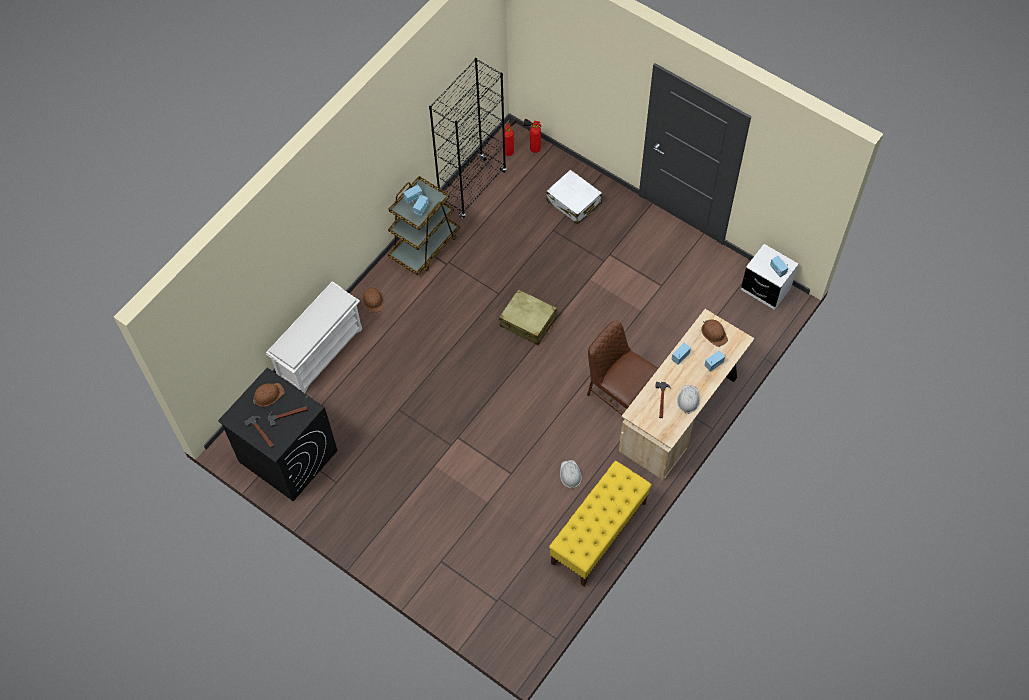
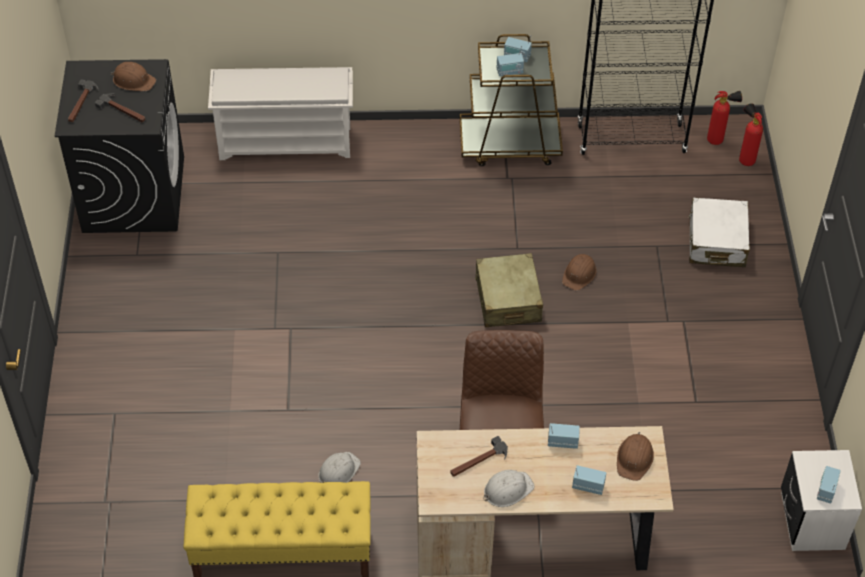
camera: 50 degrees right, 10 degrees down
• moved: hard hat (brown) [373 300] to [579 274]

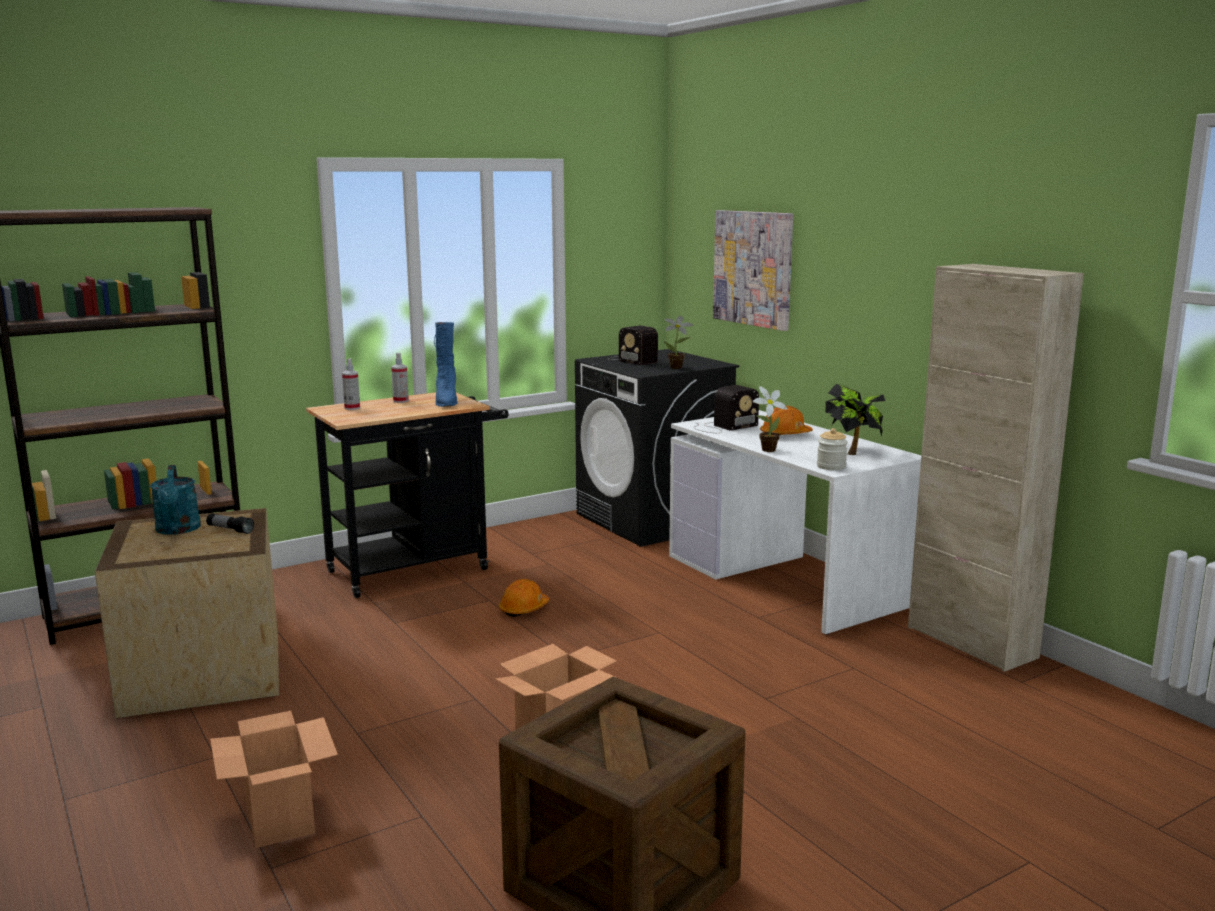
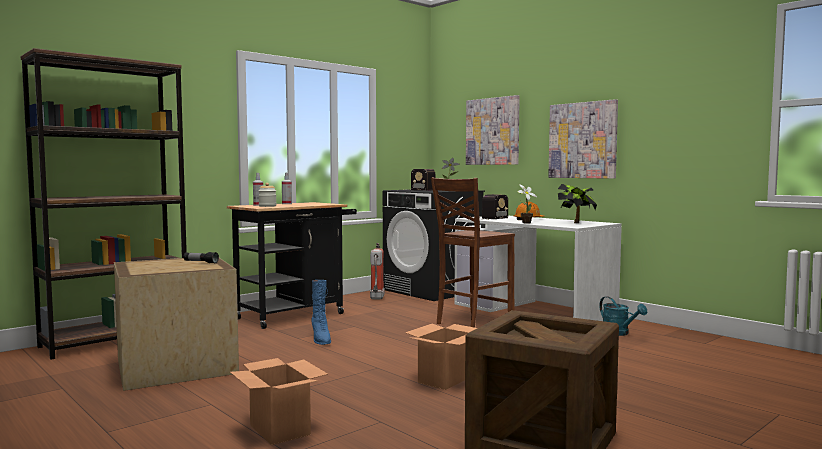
camera: 10 degrees left, 10 degrees down
• removed: cabinet (beige) [971 642]
• moved: boot (blue) [446 401] to [321 339]
• moved: jar [831 466] to [267 206]
• moved: watering can (turquoise) [178 530] to [619 333]
• removed: hard hat (orange) [523 609]
• added: picture [582 140]
• added: chair (brown) [472 322]
• added: fire extinguisher [376 298]

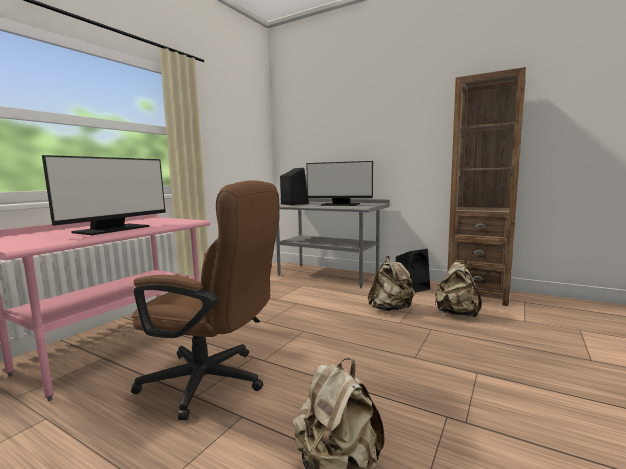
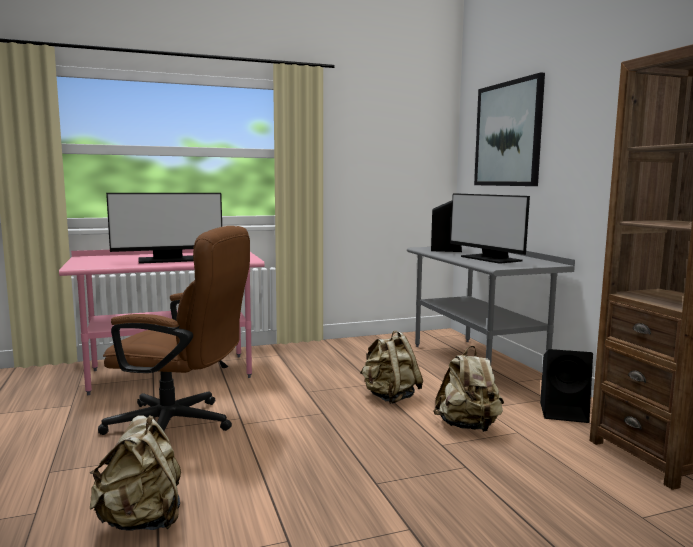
camera: 40 degrees right, 0 degrees up
• turned: office chair (brown) [214 382] = [181 425] 45 degrees counterclockwise
• moved: backpack (beige) [456 313] to [390 397]
• added: picture [508 134]

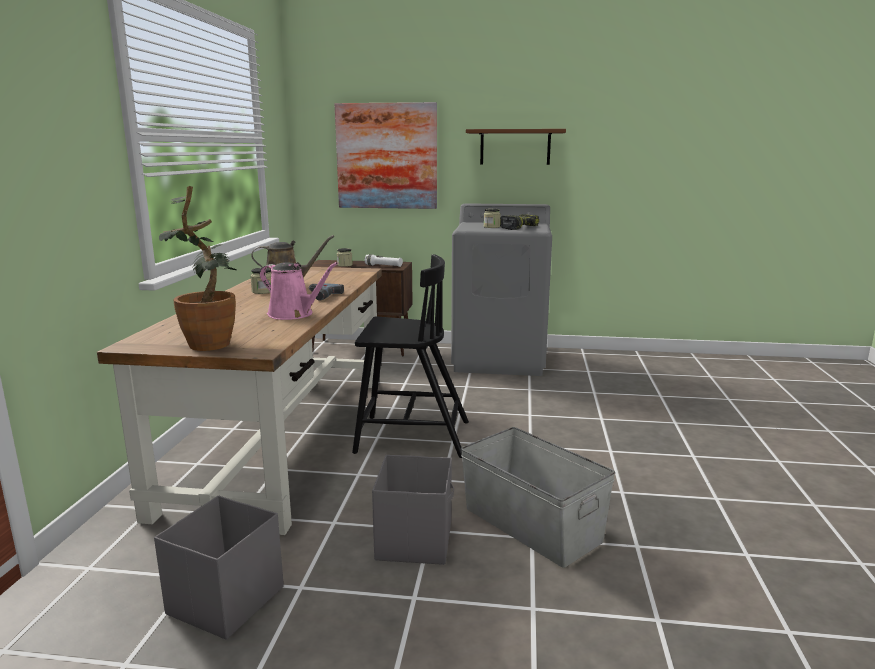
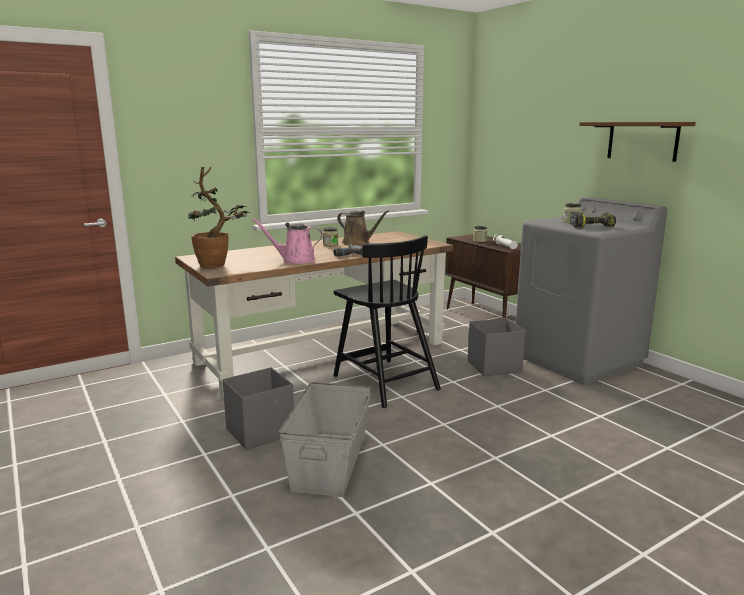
camera: 50 degrees right, 0 degrees up
• removed: picture [386 156]
• turned: watering can (pink) [294 314] = [295 260] 105 degrees clockwise
• moved: storage box (grey) [224 601] to [493 366]

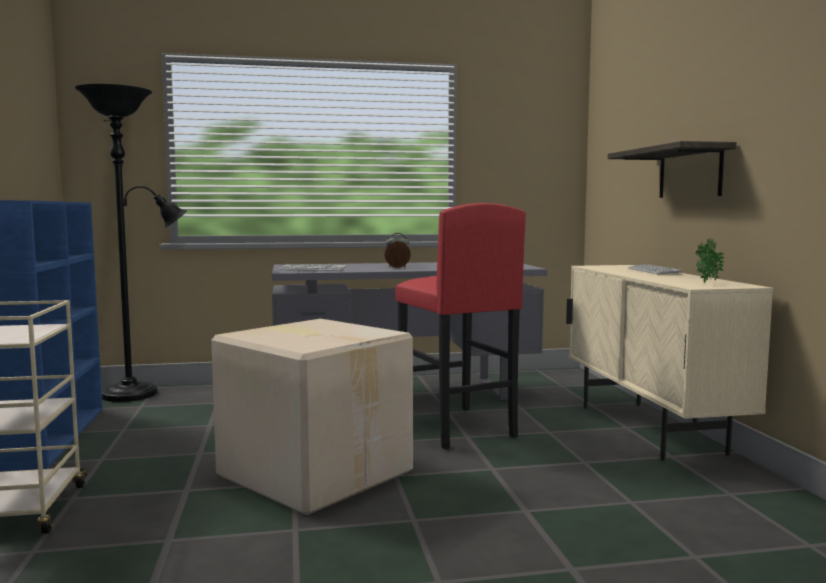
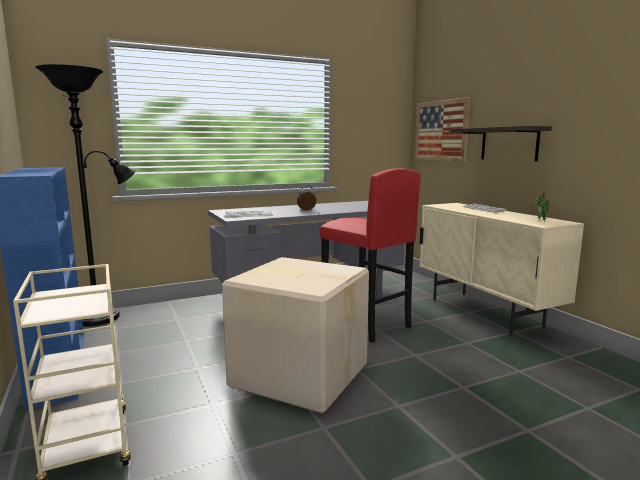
camera: 15 degrees left, 5 degrees up
• added: picture [441 131]

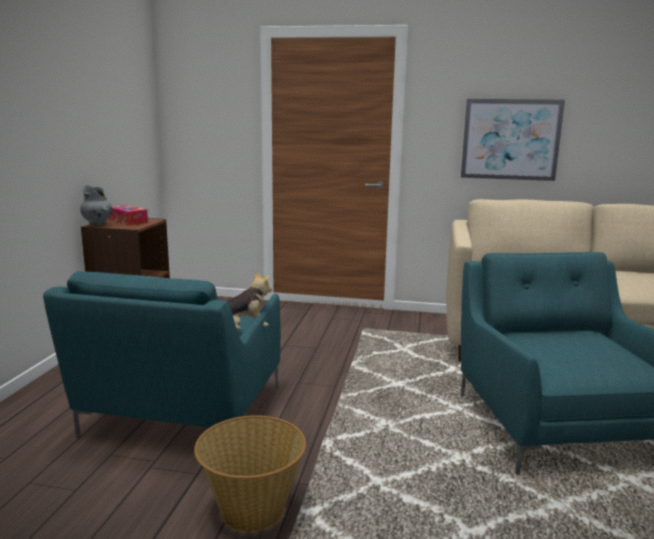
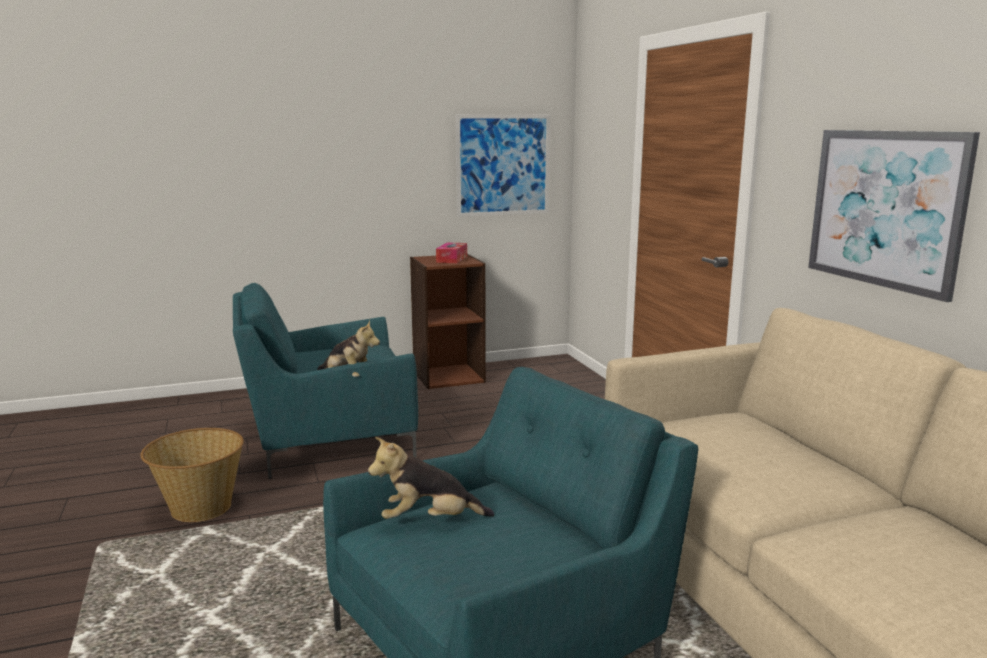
camera: 60 degrees right, 0 degrees up
• removed: vase (grey) [98 224]
• added: picture [503 165]
• added: plush toy [429 520]

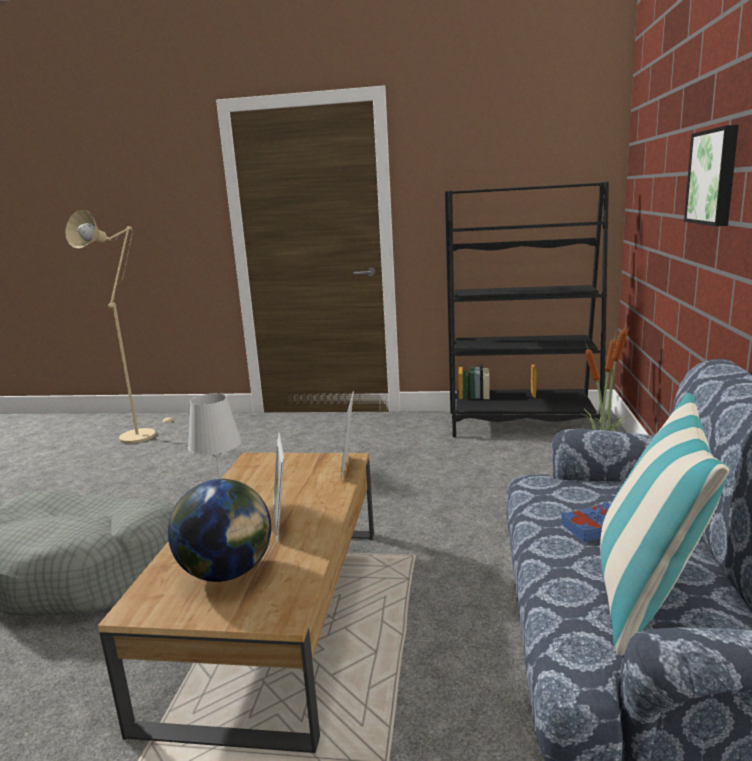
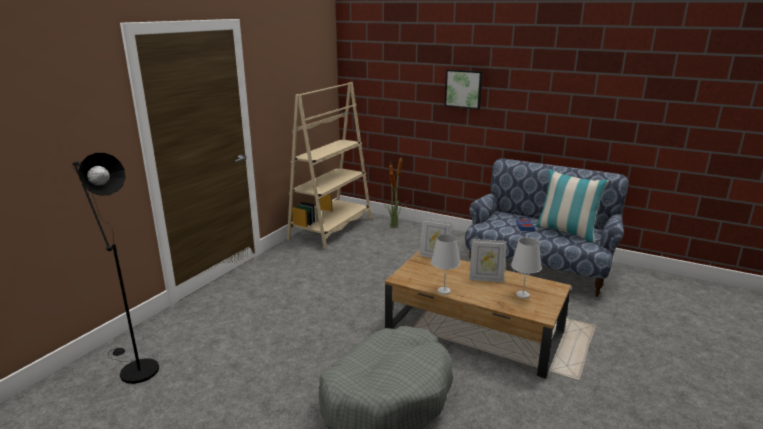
camera: 70 degrees left, 5 degrees up
• recoloured: bookcase (black) [522 424] to bookcase (beige) [331 229]
• recoloured: floor lamp (beige) [141 434] to floor lamp (black) [134 369]
• replaced: globe [227 572] to table lamp (white) [523 295]

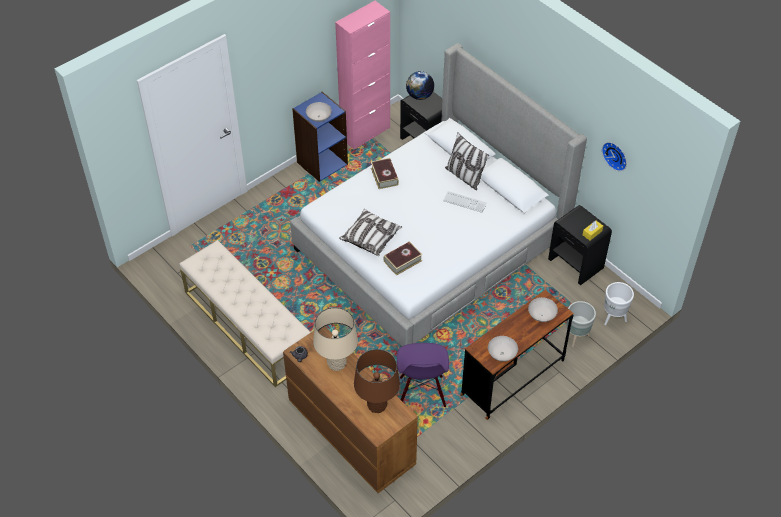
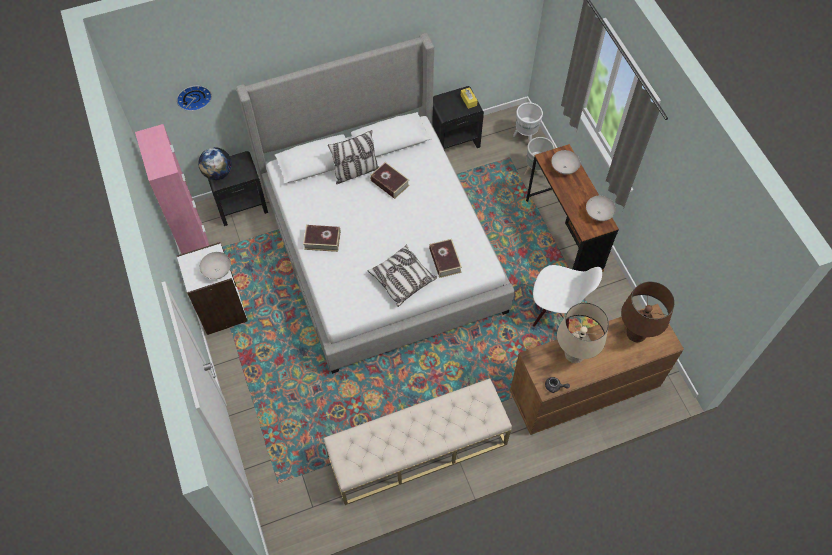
camera: 70 degrees left, 10 degrees up
• recoloured: bookcase (blue) [322 163] to bookcase (white) [221 310]
• moved: wall clock [616 155] to [193 96]
• replaced: keyboard [464 202] to book [390 183]
• recoloured: chair (purple) [421 392] to chair (white) [556 313]

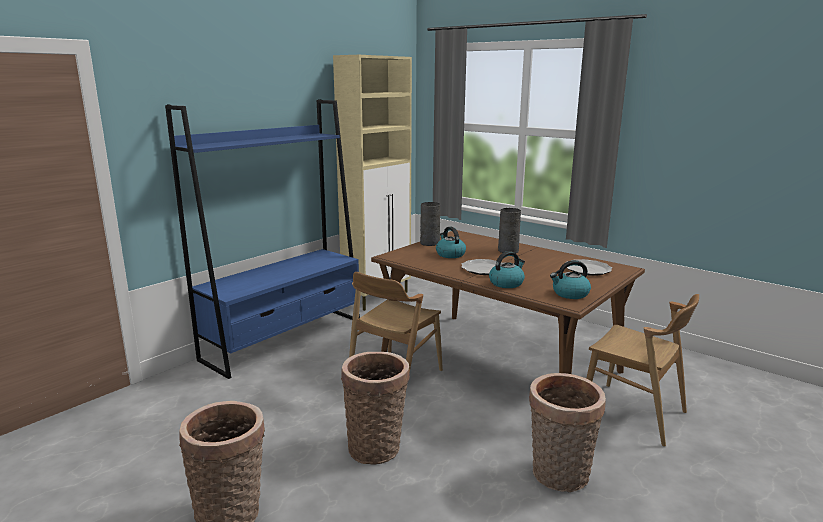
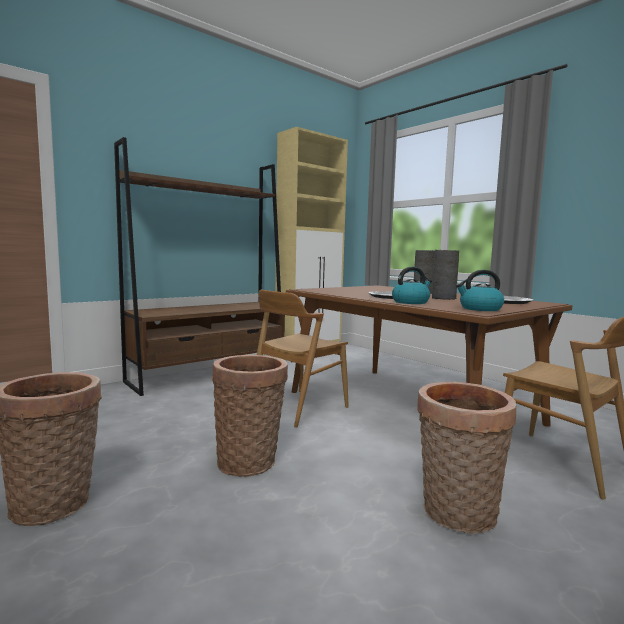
camera: 10 degrees right, 10 degrees down
• recoloured: bookcase (blue) [285 339] to bookcase (brown) [210 374]
• moved: vase (grey) [429 243] to [443 298]
• removed: kettle [450 254]

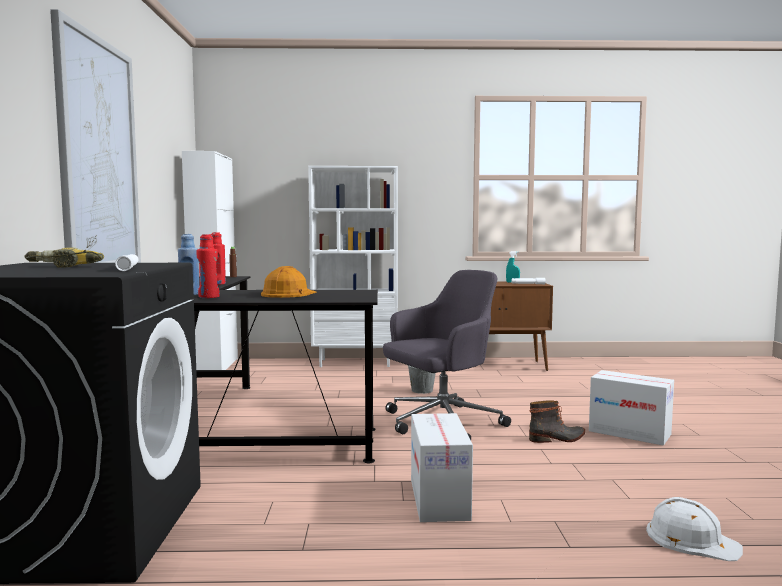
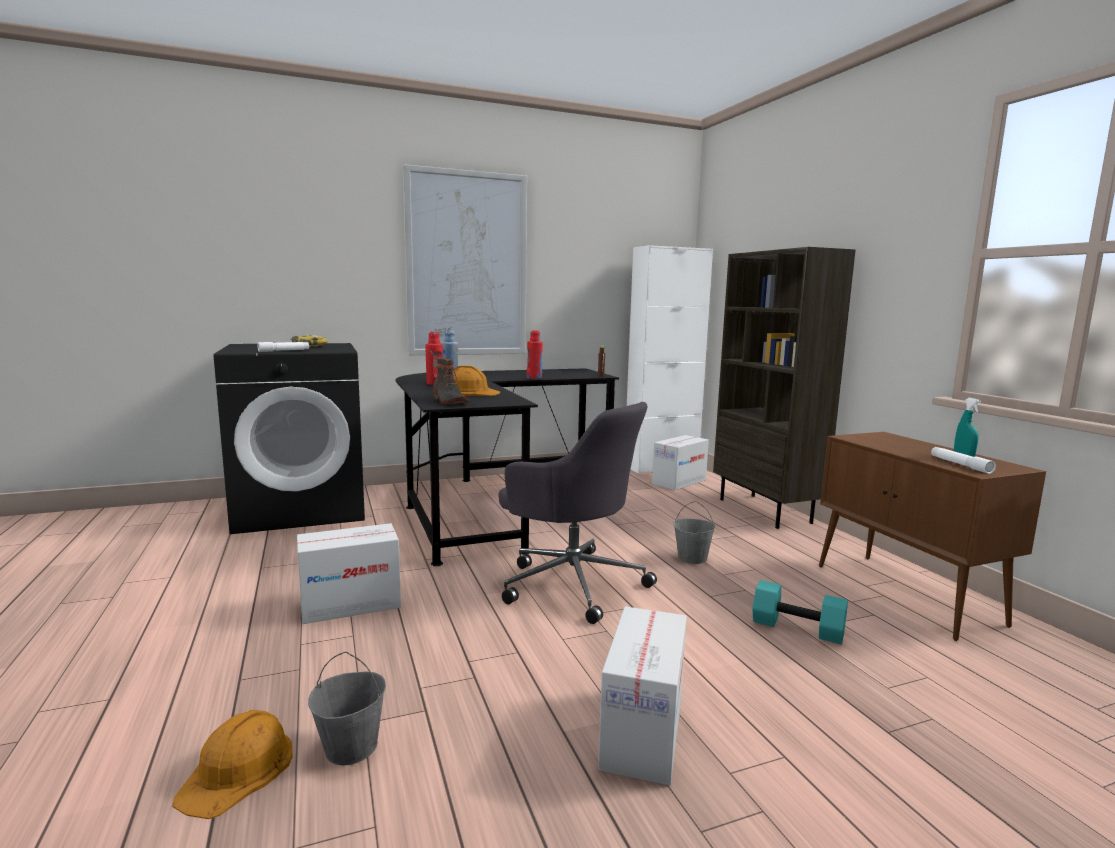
camera: 70 degrees right, 5 degrees up
• recoloured: bookcase (white) [355 363] to bookcase (brown) [766 511]
• moved: boot [557 439] to [448 401]
• recoloured: hard hat (white) [691 539] to hard hat (orange) [238 770]
• added: cardboard box [679 482]
• added: dumbbell (turquoise) [798 628]
• added: bucket (grey) [351 747]

